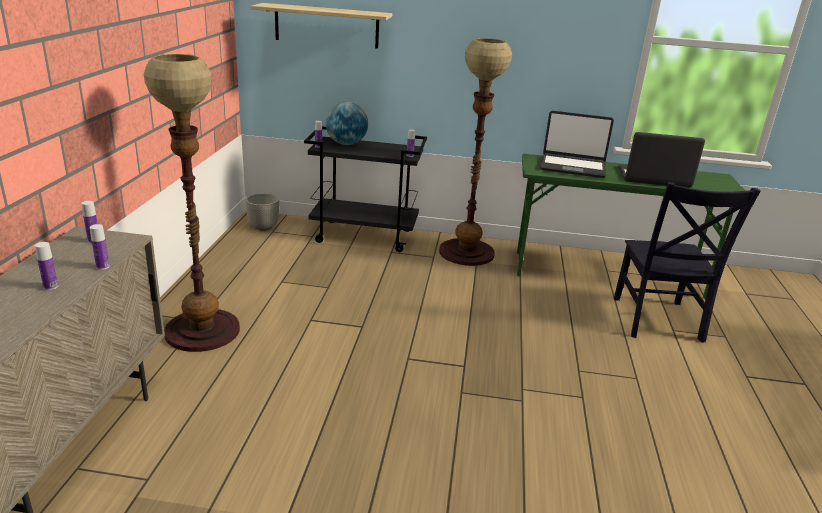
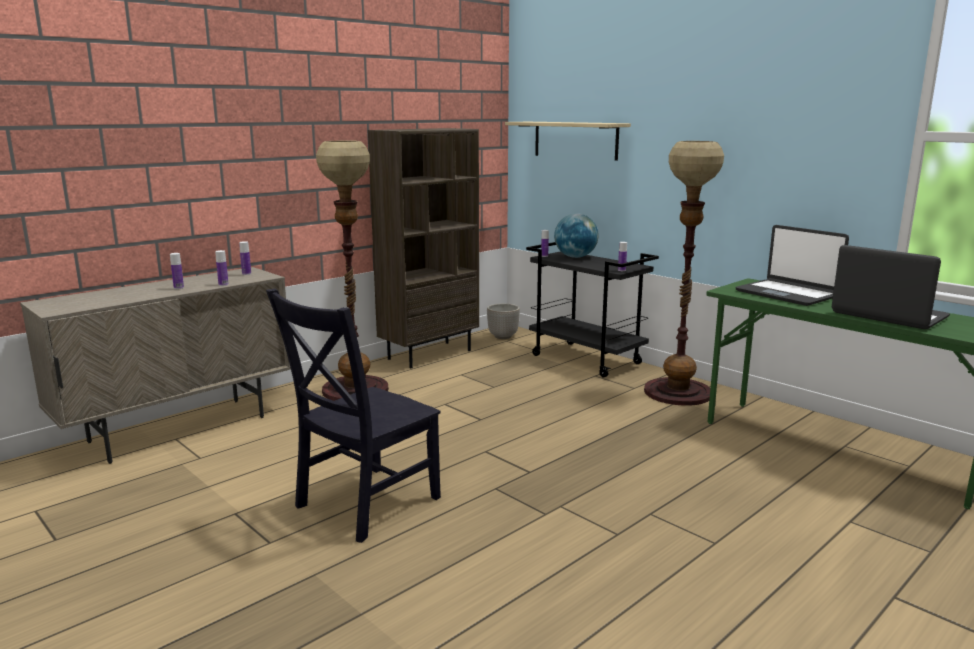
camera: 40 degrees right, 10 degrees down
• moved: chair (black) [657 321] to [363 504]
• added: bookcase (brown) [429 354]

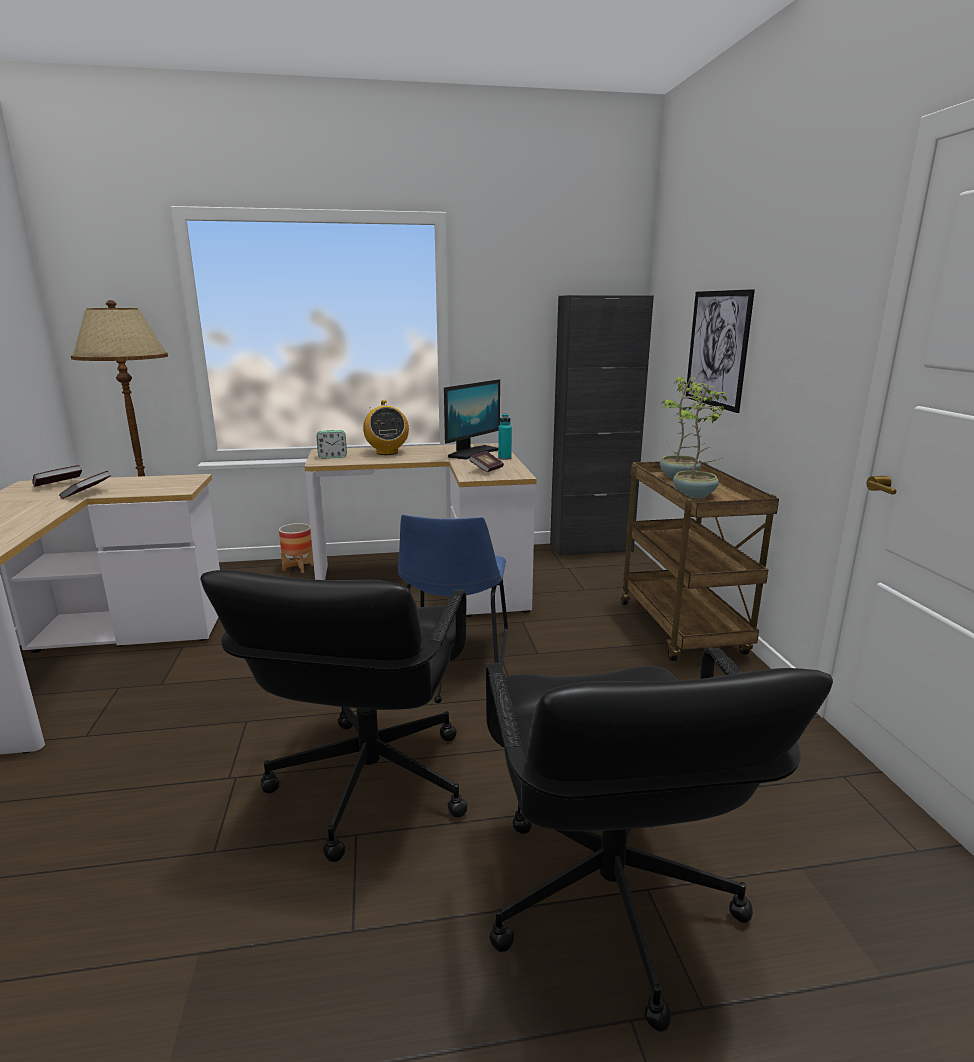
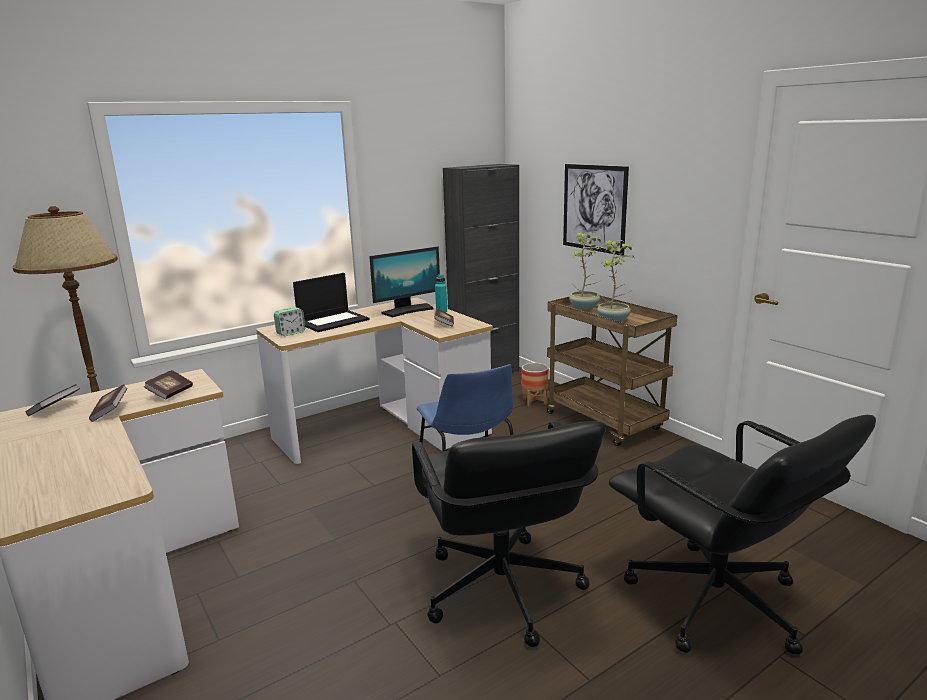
camera: 25 degrees left, 0 degrees up
• turned: monitor [472 453] = [407 310] 45 degrees clockwise
• replaced: radio [387 452] to laptop [333 321]
• moved: planter [298 567] to [534 401]
• added: book [170 393]

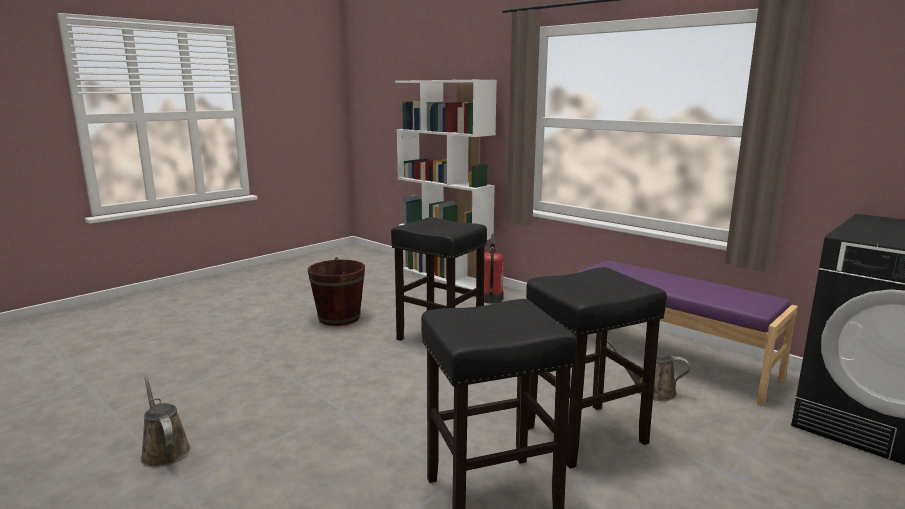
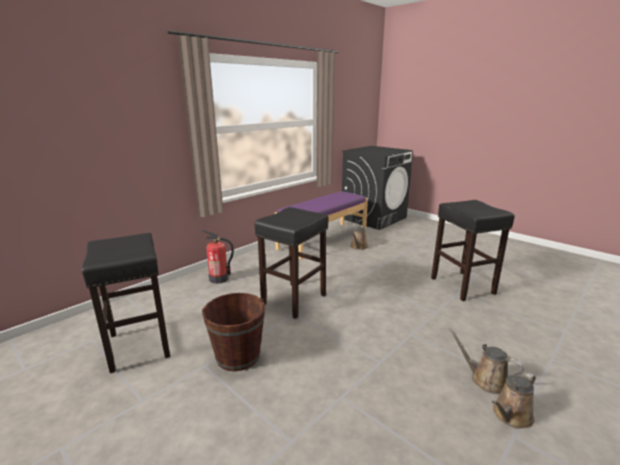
camera: 90 degrees left, 5 degrees up
• removed: bookcase (white) [445 276]
• moved: stool (black) [584 435] to [140 346]
• added: watering can (brown) [485 380]

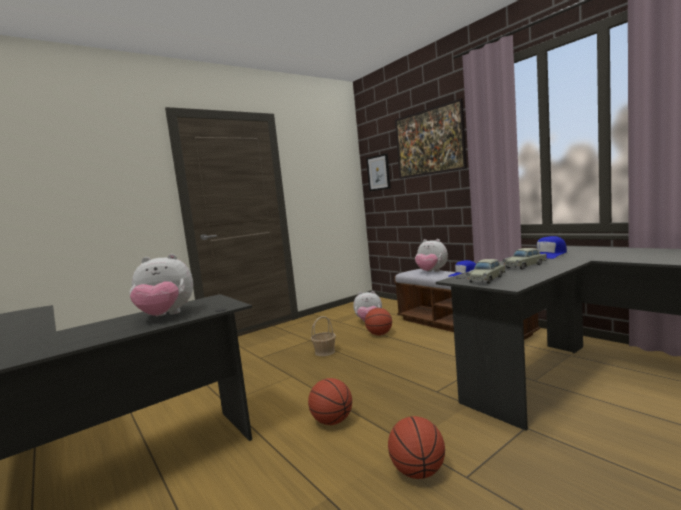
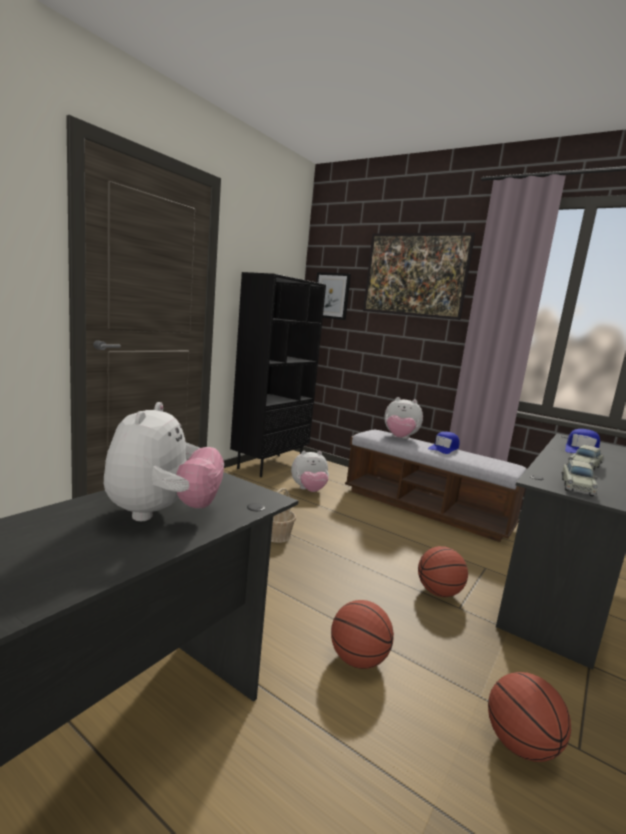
camera: 20 degrees left, 5 degrees up
• turned: plush toy [165 316] = [162 514] 60 degrees counterclockwise
• moved: basketball [379 334] to [438 592]
• added: bookcase (black) [269 465]

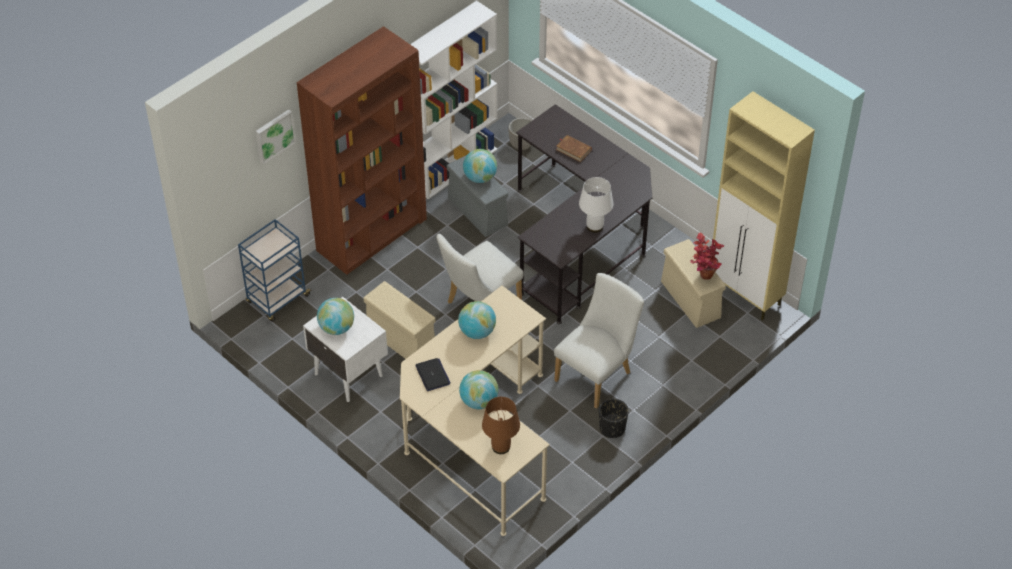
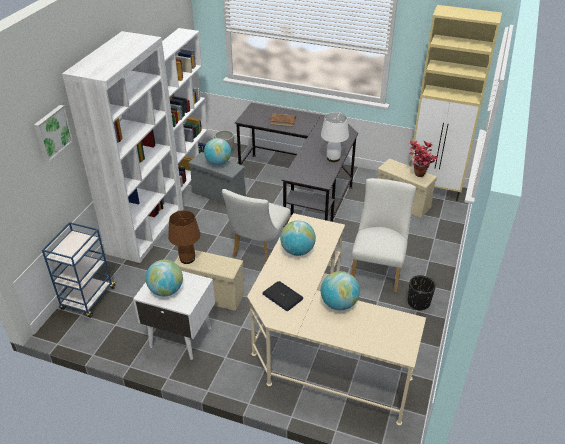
camera: 25 degrees left, 10 degrees down
• recoloured: bookcase (brown) [372 234] to bookcase (white) [146 230]
• moved: table lamp (brown) [500 446] to [187 258]

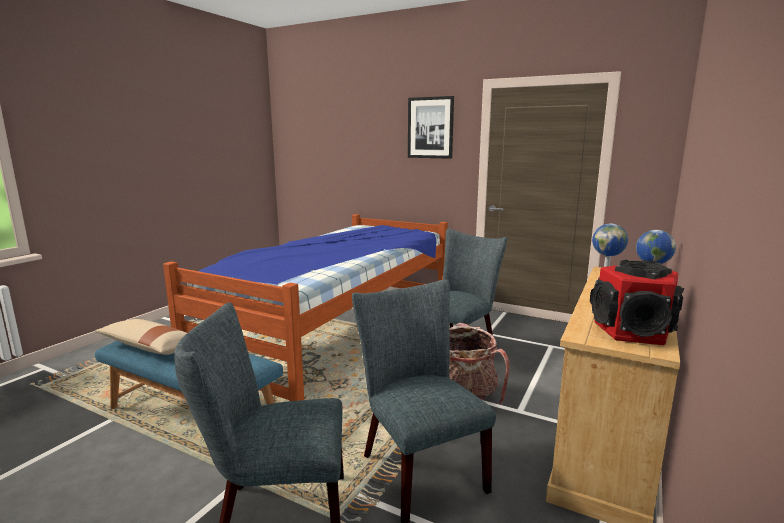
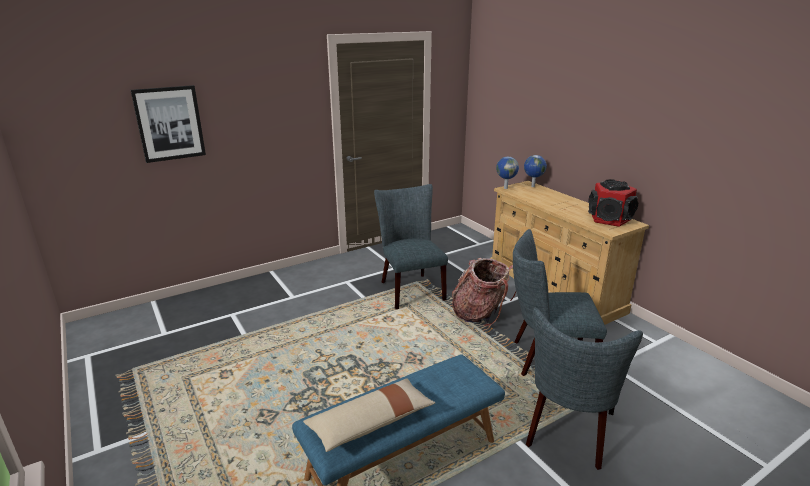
camera: 60 degrees left, 10 degrees up
• moved: picture [430 128] to [169 123]
• removed: bed [334 334]

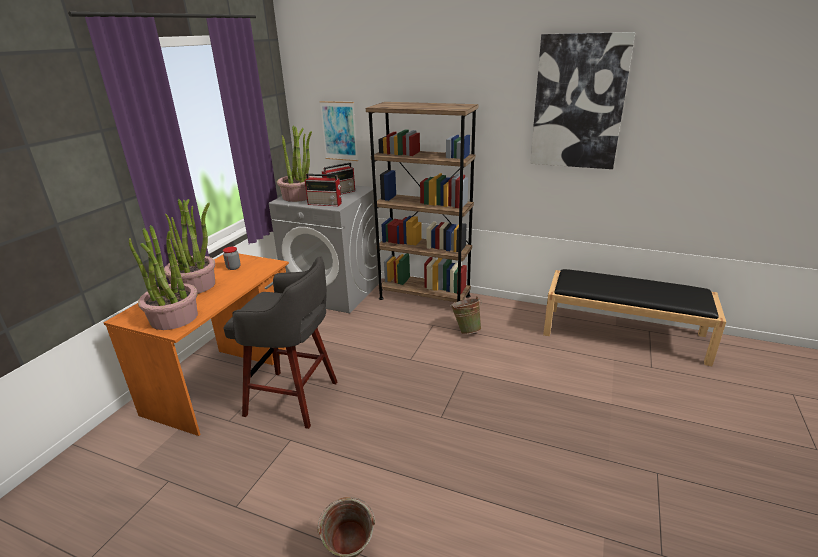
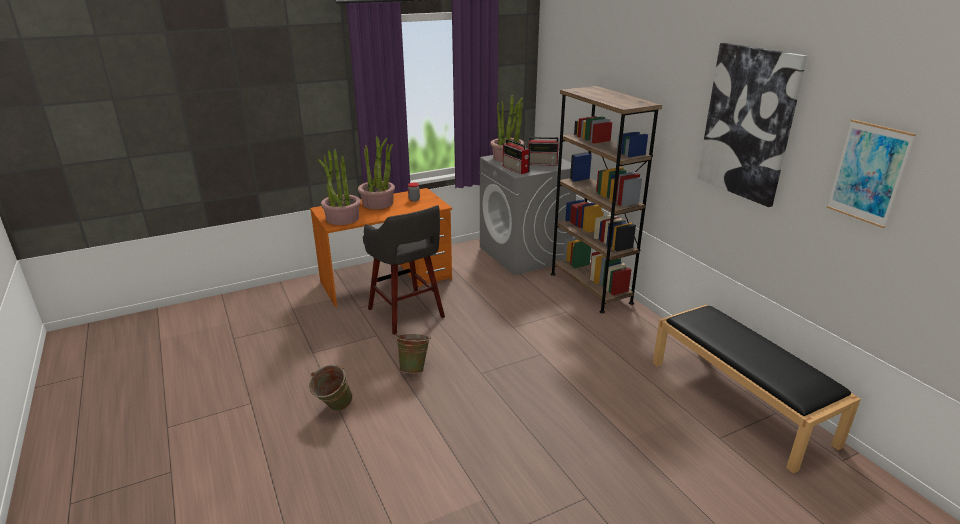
camera: 40 degrees right, 0 degrees up
• moved: picture [339 131] to [868 173]
• moved: bucket (green) [466 330] to [414 368]

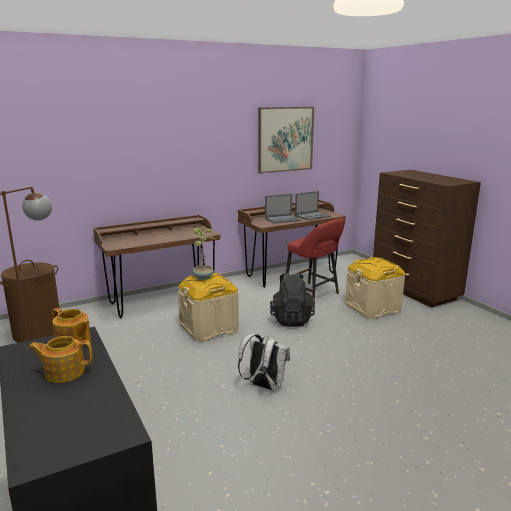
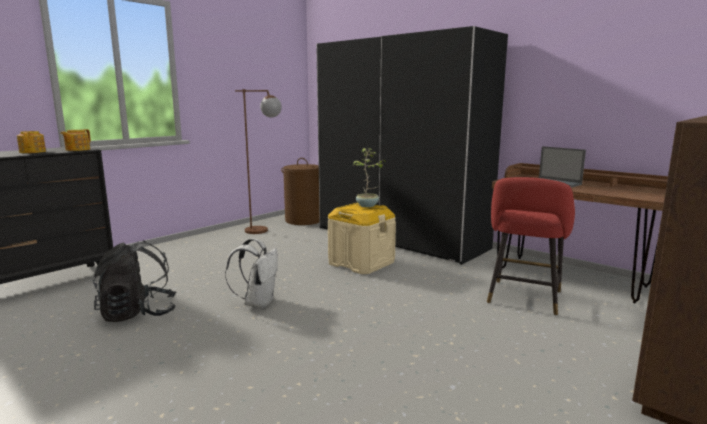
camera: 70 degrees right, 5 degrees down
• removed: picture [285 139]
• removed: laptop [313 216]
• replaced: desk (brown) [162 301] to wardrobe (black) [399 238]
• removed: storage box (beige) [373 308]
• moved: backpack (black) [291 319] to [138 314]

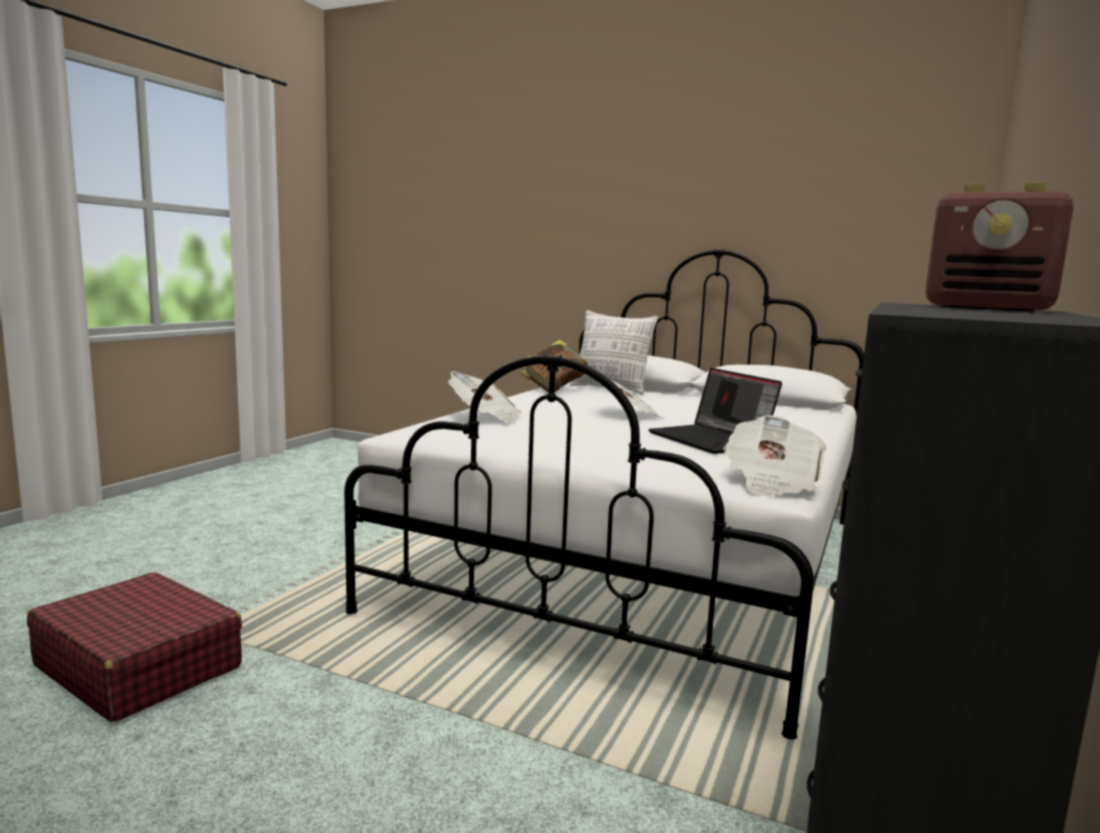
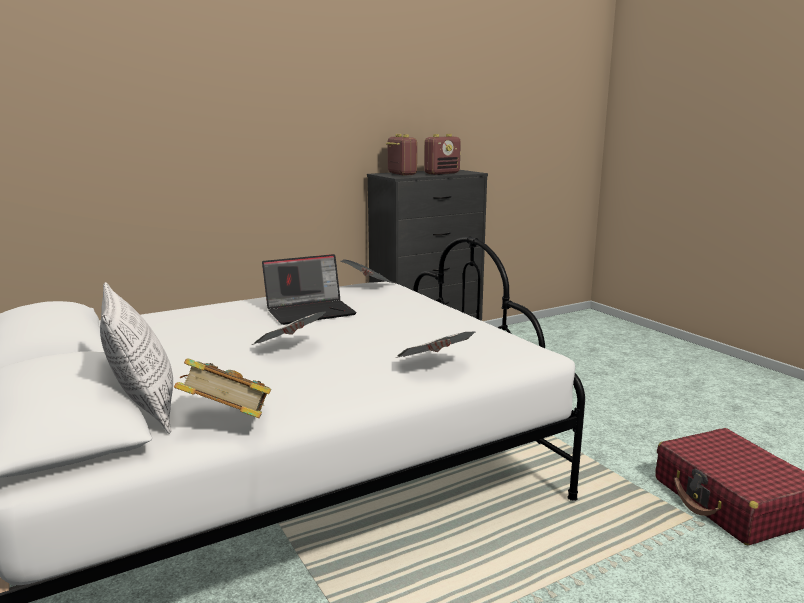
camera: 145 degrees left, 5 degrees up
• turned: laptop [712 440] = [311 311] 60 degrees clockwise
• added: radio [442 173]

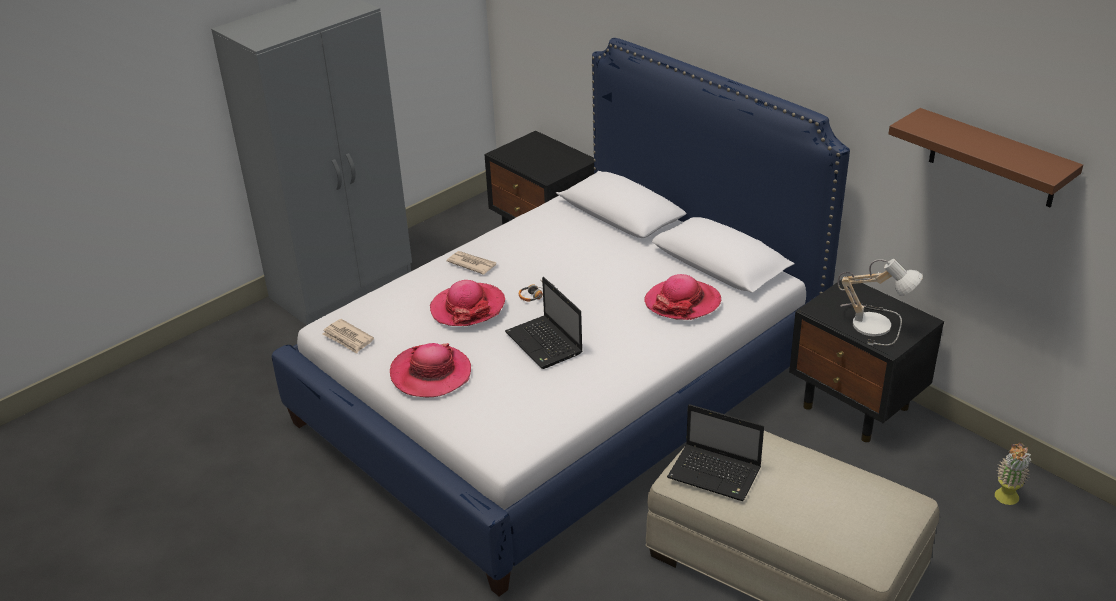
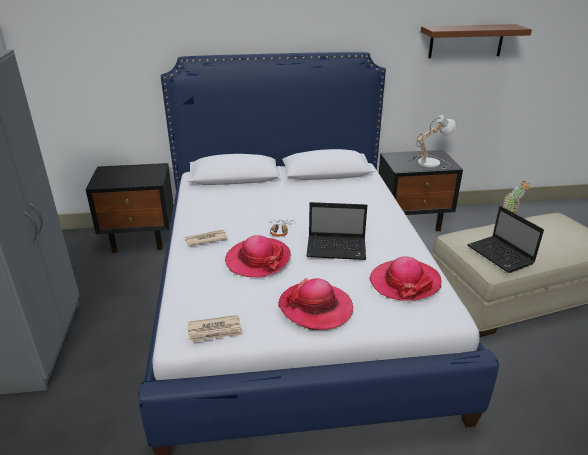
camera: 55 degrees left, 5 degrees down
• moved: hat [682 302] to [404 282]
• turned: laptop [716 474] = [501 255] 90 degrees clockwise

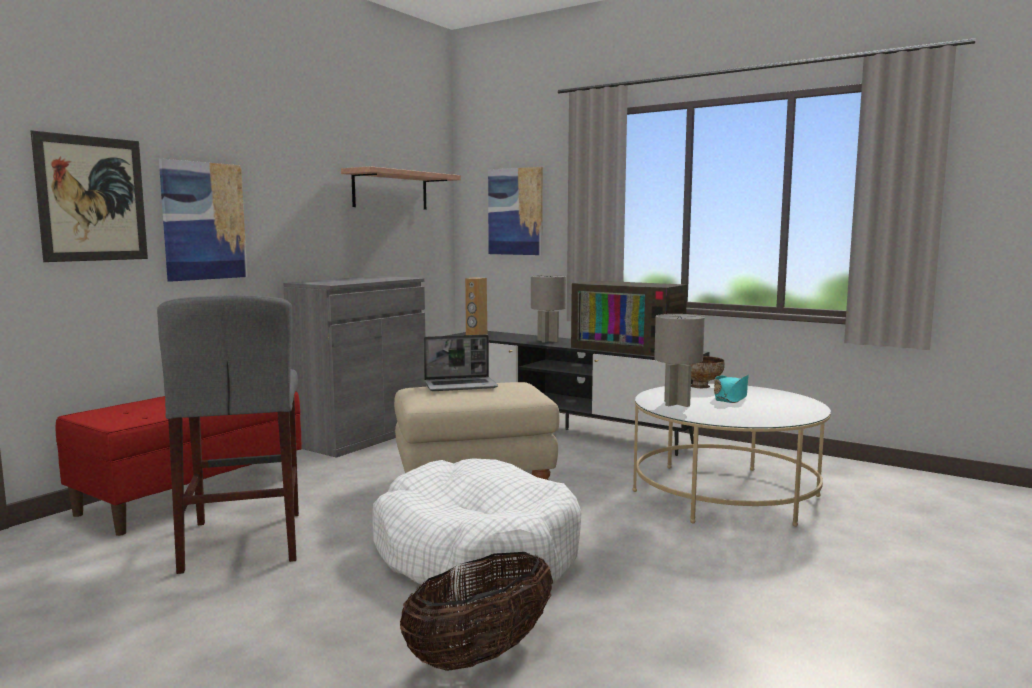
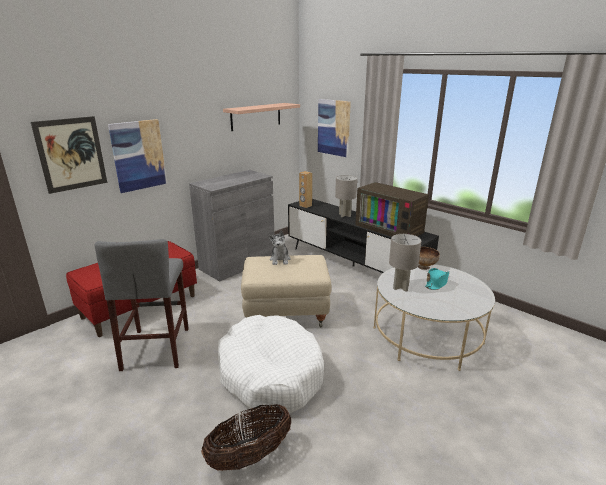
camera: 10 degrees right, 15 degrees up
• replaced: laptop [461 386] to plush toy [280 259]

